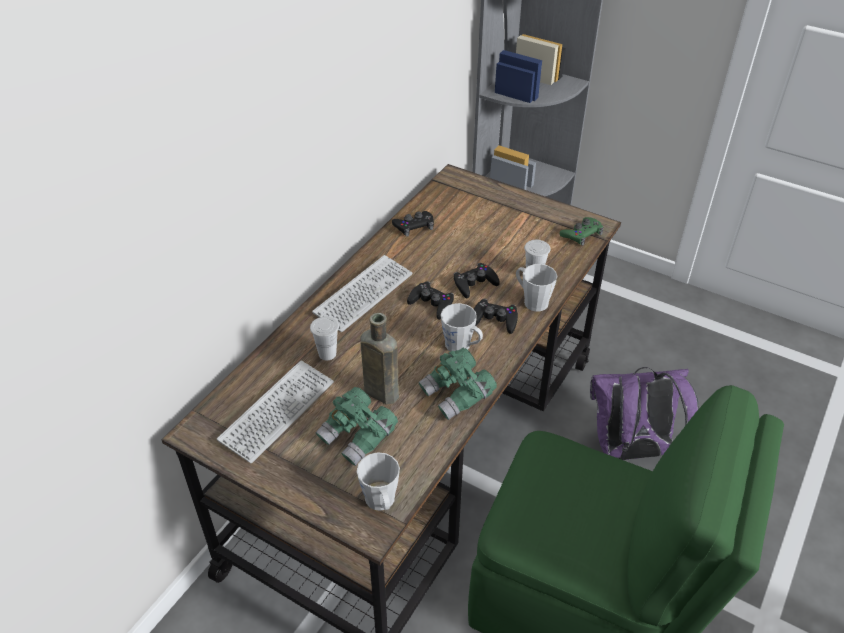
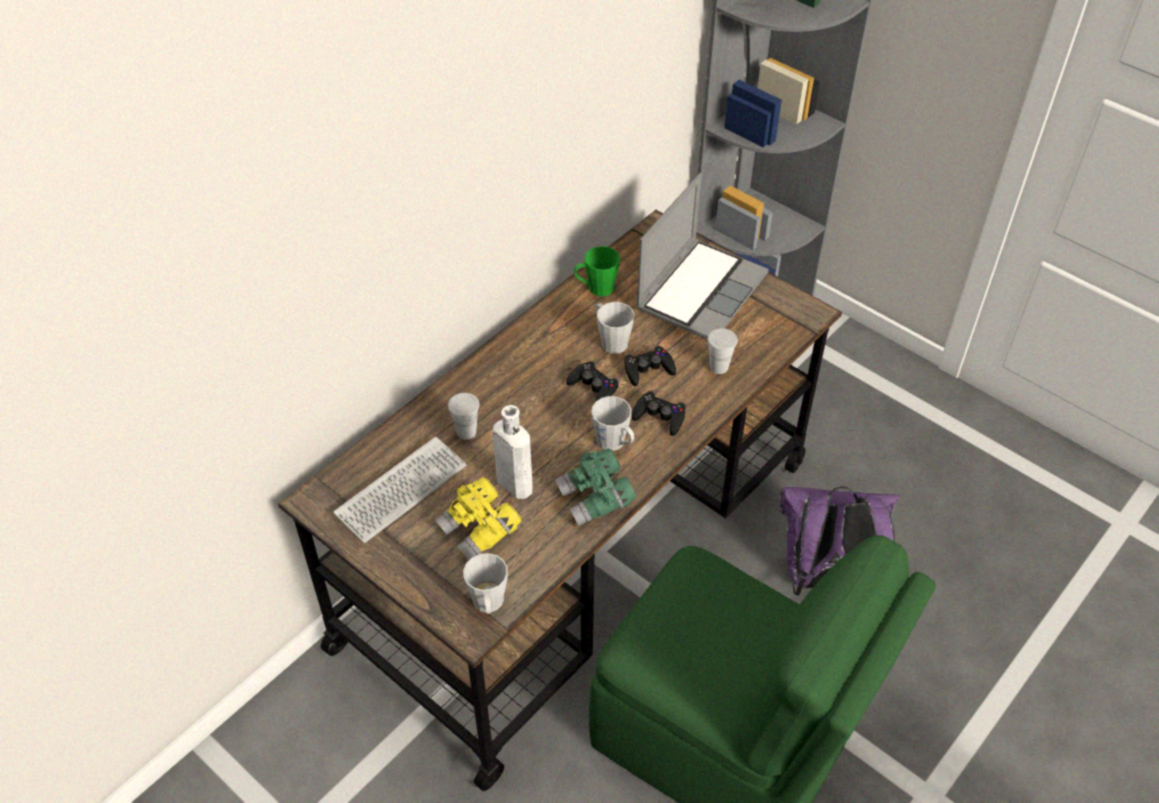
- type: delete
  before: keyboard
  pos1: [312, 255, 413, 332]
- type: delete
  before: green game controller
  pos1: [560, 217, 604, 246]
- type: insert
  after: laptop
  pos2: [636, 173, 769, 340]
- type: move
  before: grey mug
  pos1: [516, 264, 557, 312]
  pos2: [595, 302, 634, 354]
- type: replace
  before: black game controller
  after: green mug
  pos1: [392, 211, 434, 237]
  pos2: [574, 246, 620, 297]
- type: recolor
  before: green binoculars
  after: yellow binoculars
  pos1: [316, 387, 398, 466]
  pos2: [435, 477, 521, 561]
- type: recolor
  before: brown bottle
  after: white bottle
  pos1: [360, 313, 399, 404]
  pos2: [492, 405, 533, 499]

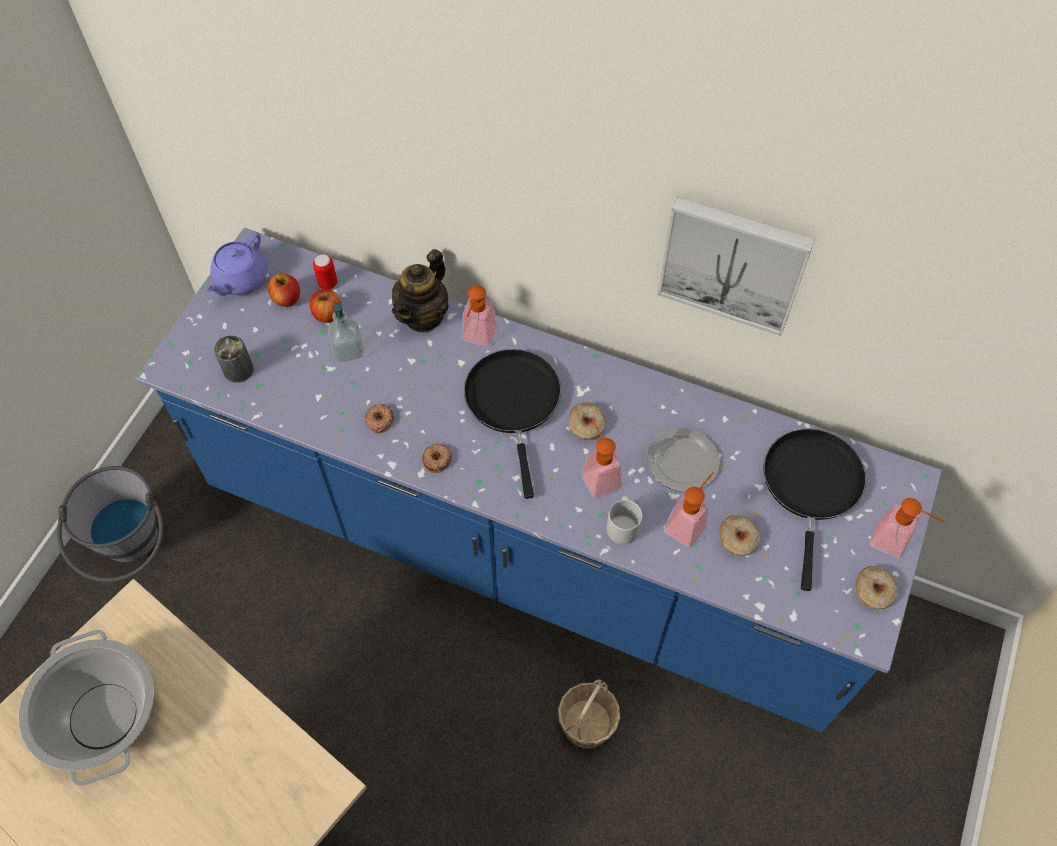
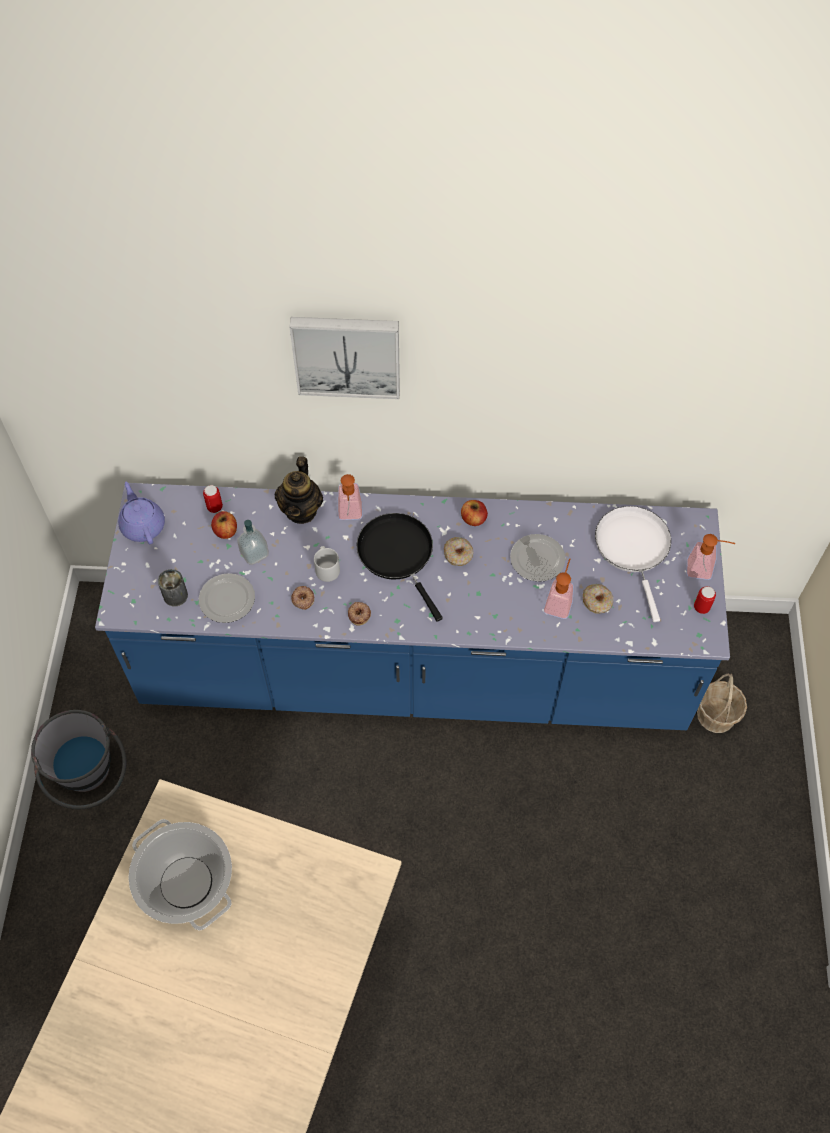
- type: delete
  before: soap dispenser
  pos1: [582, 420, 622, 498]
- type: insert
  after: plate
  pos2: [199, 573, 255, 623]
- type: move
  before: apple
  pos1: [268, 273, 300, 307]
  pos2: [461, 500, 488, 526]
- type: move
  before: basket
  pos1: [558, 679, 620, 748]
  pos2: [697, 673, 747, 733]
- type: move
  before: grey mug
  pos1: [607, 496, 642, 544]
  pos2: [314, 546, 340, 582]
- type: move
  before: picture
  pos1: [657, 196, 815, 336]
  pos2: [290, 317, 400, 399]
- type: replace
  before: donut
  after: can
  pos1: [855, 566, 898, 609]
  pos2: [694, 586, 716, 614]
- type: recolor
  before: black frying pan
  after: white frying pan
  pos1: [764, 429, 866, 591]
  pos2: [595, 506, 671, 622]
- type: rotate
  before: purple teapot
  pos1: [206, 232, 267, 296]
  pos2: [118, 482, 165, 544]
  turn: 150

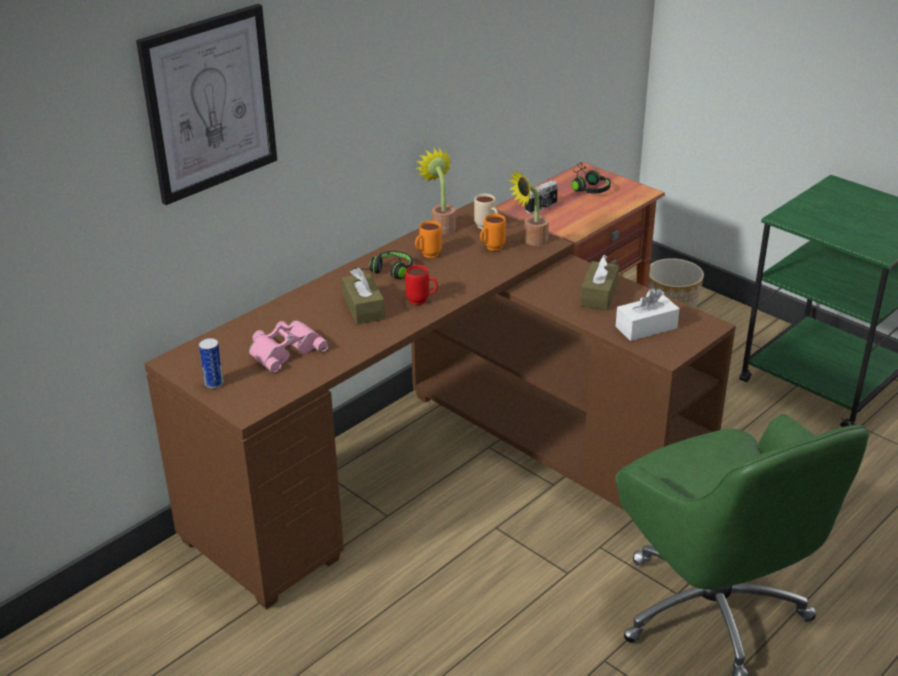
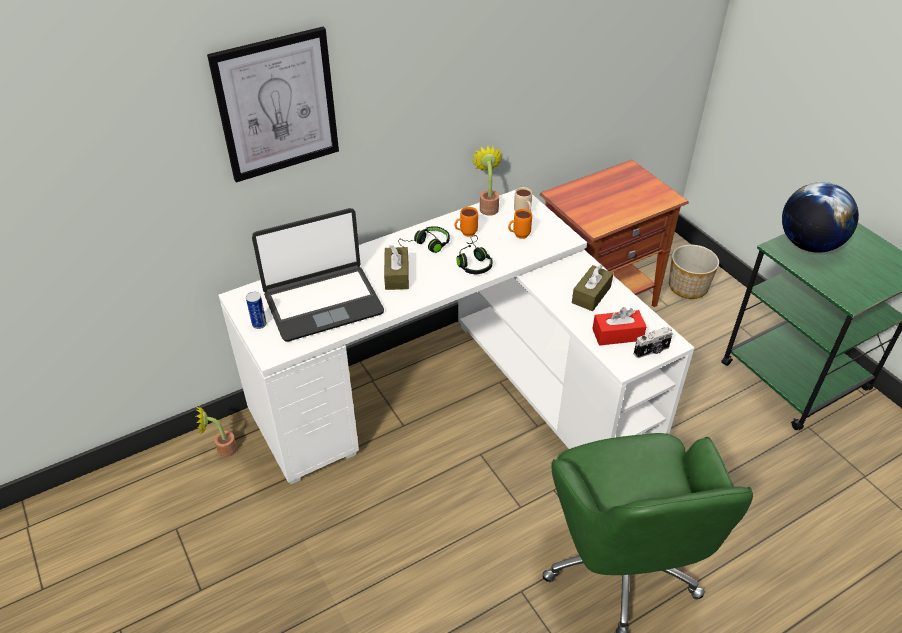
- type: delete
  before: red mug
  pos1: [405, 265, 438, 305]
- type: insert
  after: globe
  pos2: [782, 182, 859, 253]
- type: move
  before: potted plant
  pos1: [508, 170, 549, 246]
  pos2: [195, 405, 237, 457]
- type: move
  before: photo camera
  pos1: [525, 181, 558, 214]
  pos2: [634, 327, 673, 358]
- type: move
  before: black headphones
  pos1: [572, 162, 611, 193]
  pos2: [456, 235, 492, 274]
- type: replace
  before: pink binoculars
  after: laptop
  pos1: [249, 320, 329, 373]
  pos2: [252, 208, 384, 342]
- type: recolor
  before: brown desk
  after: white desk
  pos1: [144, 201, 736, 609]
  pos2: [218, 189, 694, 484]
- type: recolor
  before: white tissue box
  after: red tissue box
  pos1: [616, 288, 680, 341]
  pos2: [592, 307, 647, 346]

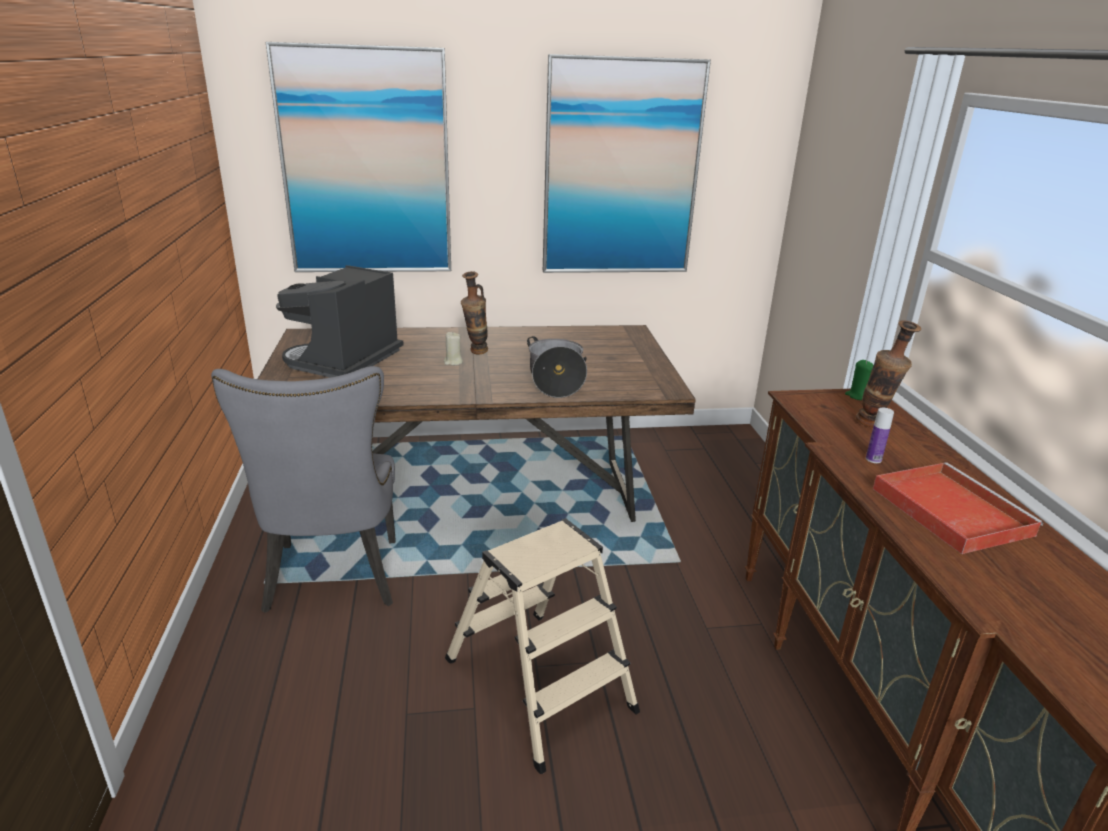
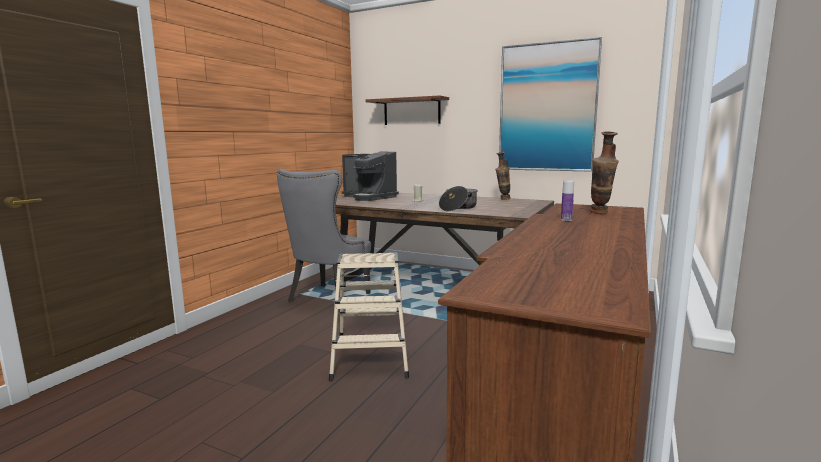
- type: delete
  before: green candle
  pos1: [845, 360, 874, 400]
- type: delete
  before: red tray
  pos1: [873, 462, 1043, 554]
- type: move
  before: vase
  pos1: [461, 271, 488, 354]
  pos2: [495, 152, 511, 200]
- type: replace
  before: picture
  after: brown shelf
  pos1: [266, 42, 451, 272]
  pos2: [365, 95, 449, 125]
- type: rotate
  before: coffee machine
  pos1: [276, 265, 404, 377]
  pos2: [342, 152, 399, 201]
  turn: -105

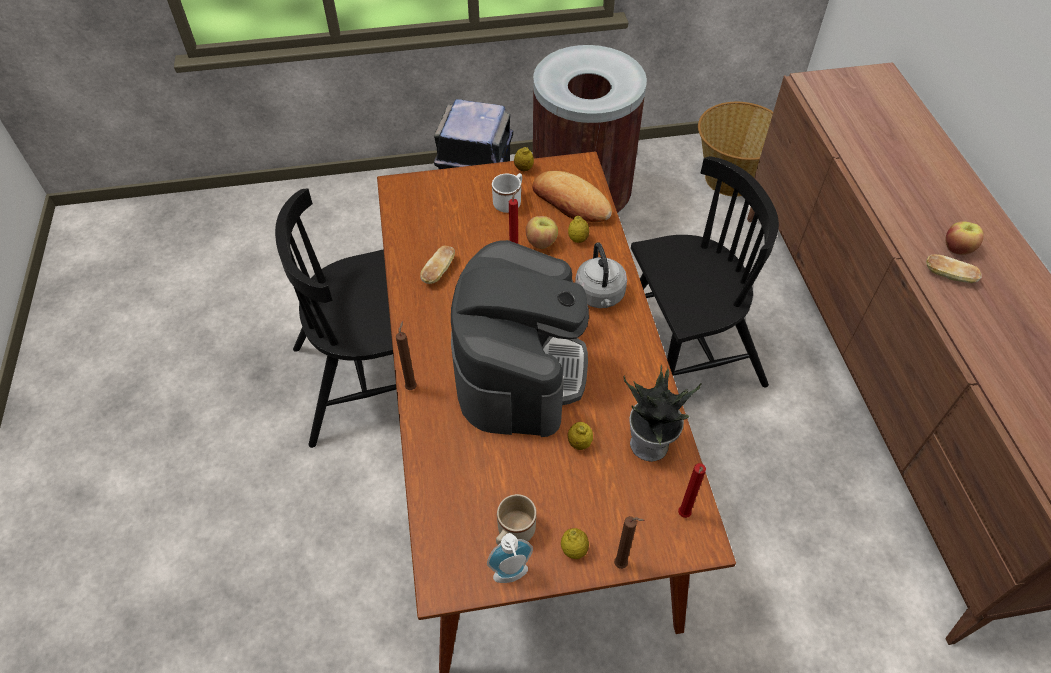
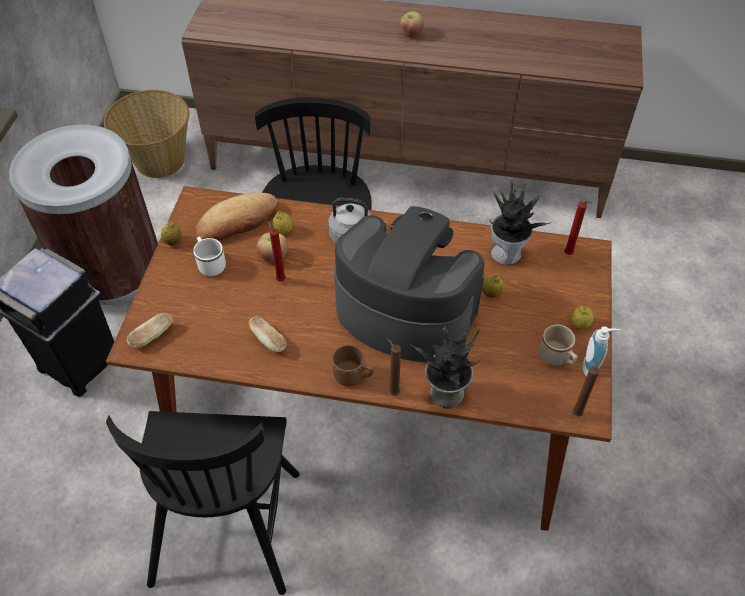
- type: insert
  after: brown mug
  pos2: [332, 345, 373, 386]
- type: insert
  after: potted plant
  pos2: [409, 324, 480, 409]
- type: move
  before: brown candle
  pos1: [614, 516, 645, 569]
  pos2: [572, 358, 602, 417]
- type: move
  before: bread
  pos1: [926, 255, 982, 283]
  pos2: [127, 313, 173, 348]

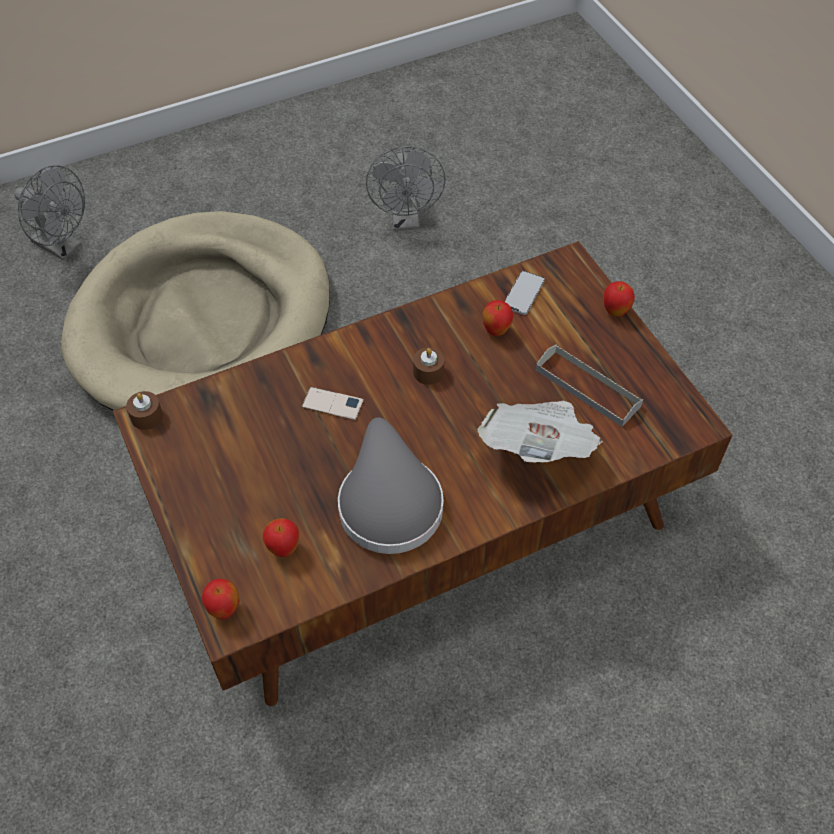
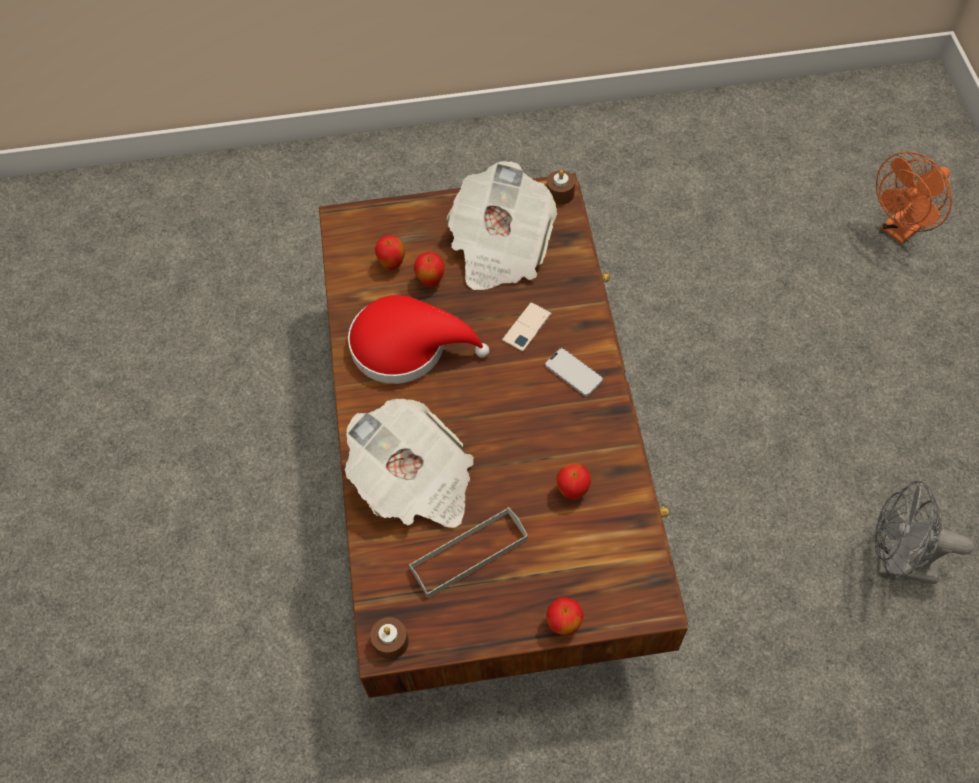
- type: delete
  before: beige dog bed
  pos1: [61, 211, 330, 411]
- type: insert
  after: newspaper
  pos2: [447, 161, 557, 290]
- type: move
  before: apple
  pos1: [201, 579, 239, 620]
  pos2: [414, 252, 445, 287]
- type: move
  before: brown candle
  pos1: [413, 347, 445, 385]
  pos2: [370, 617, 409, 659]
- type: move
  before: phone
  pos1: [504, 271, 545, 315]
  pos2: [545, 348, 603, 397]
- type: recolor
  before: grey fan
  after: orange fan
  pos1: [14, 165, 85, 260]
  pos2: [876, 152, 952, 244]
- type: recolor
  before: grey hat
  after: red hat
  pos1: [338, 417, 444, 554]
  pos2: [348, 295, 489, 384]

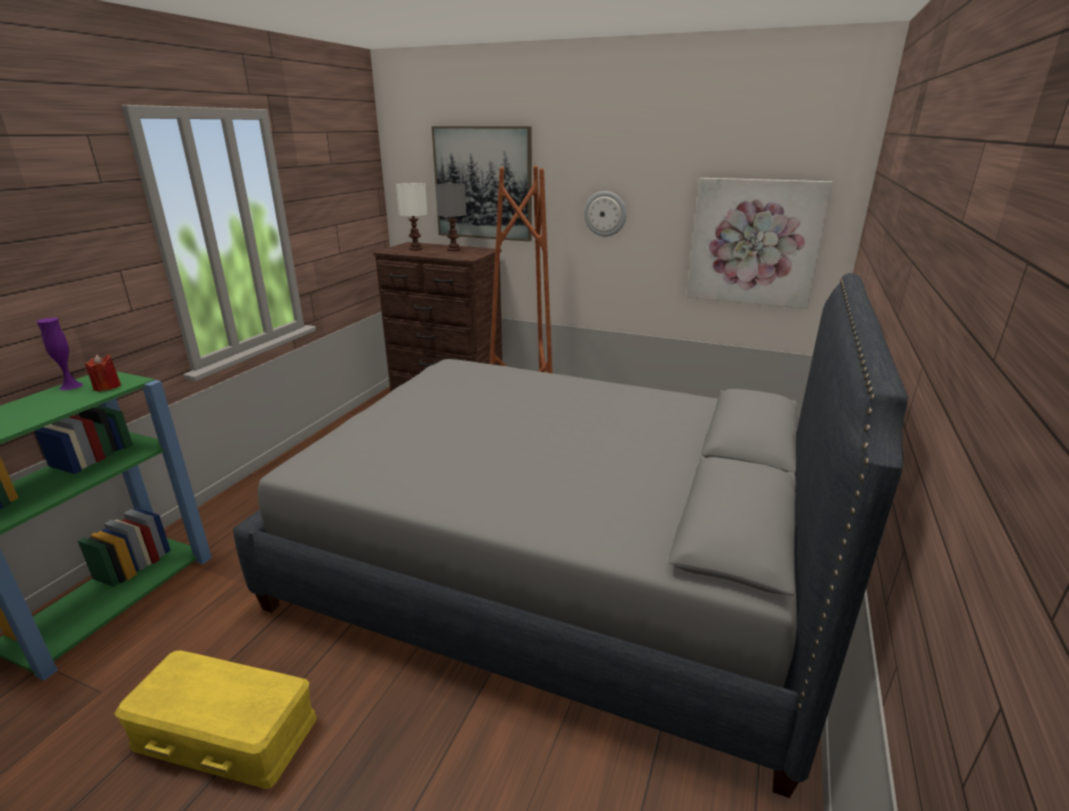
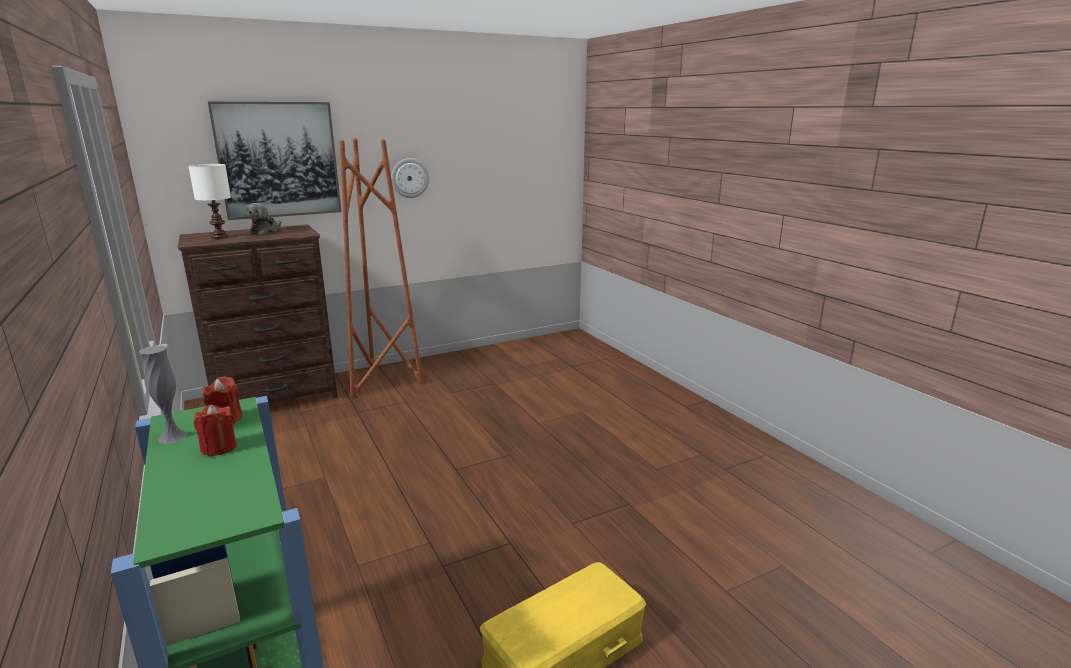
- type: delete
  before: grey bed
  pos1: [233, 273, 908, 798]
- type: delete
  before: picture
  pos1: [687, 178, 833, 309]
- type: insert
  after: red candle
  pos2: [194, 404, 237, 456]
- type: replace
  before: grey table lamp
  after: plush toy
  pos1: [436, 183, 466, 251]
  pos2: [245, 203, 282, 235]
- type: recolor
  before: purple vase
  after: grey vase
  pos1: [37, 318, 83, 390]
  pos2: [138, 345, 188, 444]

